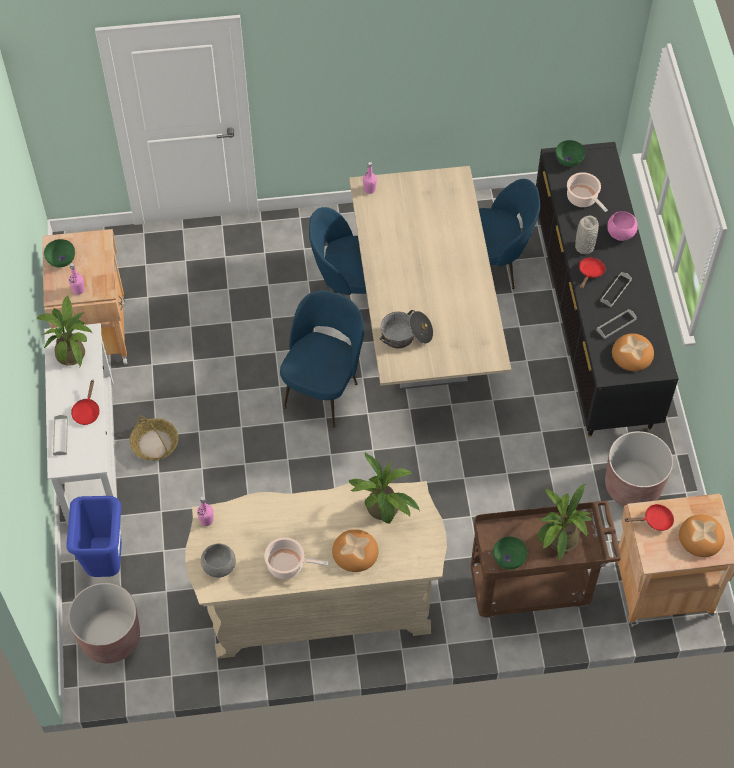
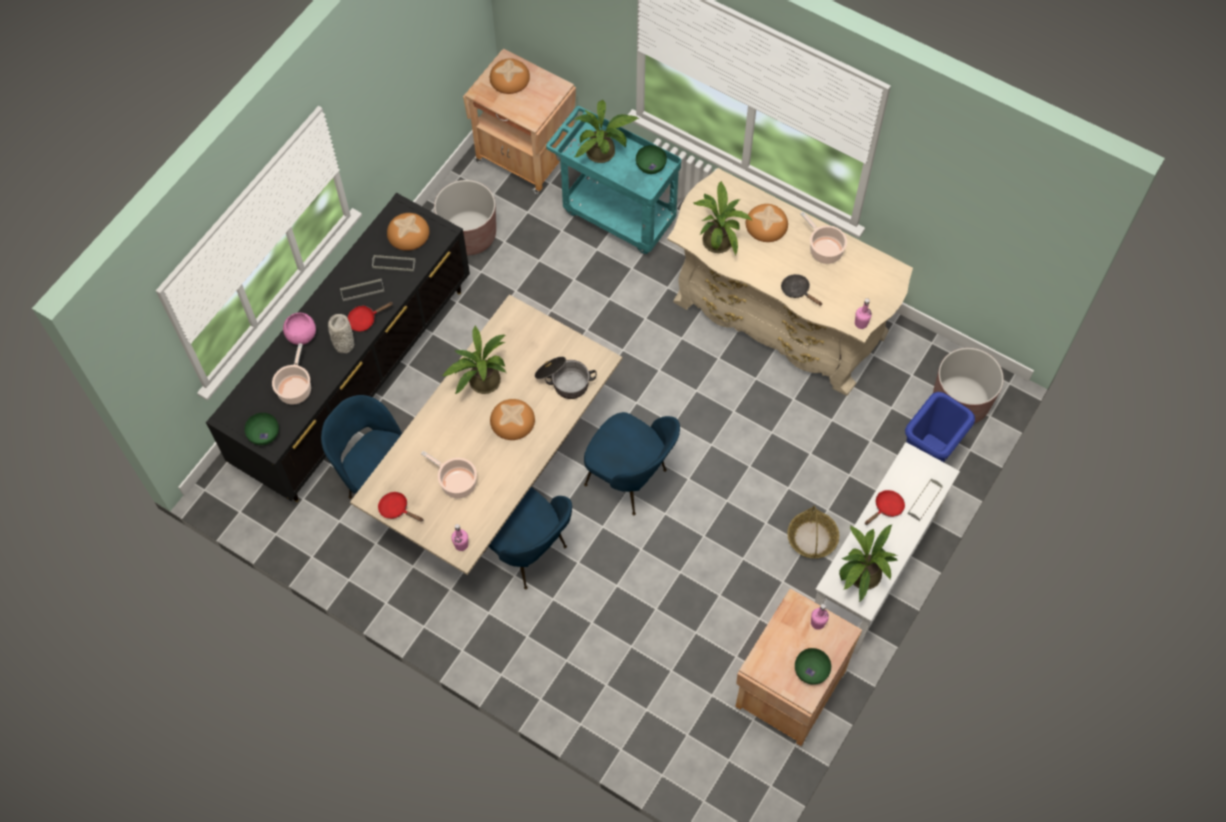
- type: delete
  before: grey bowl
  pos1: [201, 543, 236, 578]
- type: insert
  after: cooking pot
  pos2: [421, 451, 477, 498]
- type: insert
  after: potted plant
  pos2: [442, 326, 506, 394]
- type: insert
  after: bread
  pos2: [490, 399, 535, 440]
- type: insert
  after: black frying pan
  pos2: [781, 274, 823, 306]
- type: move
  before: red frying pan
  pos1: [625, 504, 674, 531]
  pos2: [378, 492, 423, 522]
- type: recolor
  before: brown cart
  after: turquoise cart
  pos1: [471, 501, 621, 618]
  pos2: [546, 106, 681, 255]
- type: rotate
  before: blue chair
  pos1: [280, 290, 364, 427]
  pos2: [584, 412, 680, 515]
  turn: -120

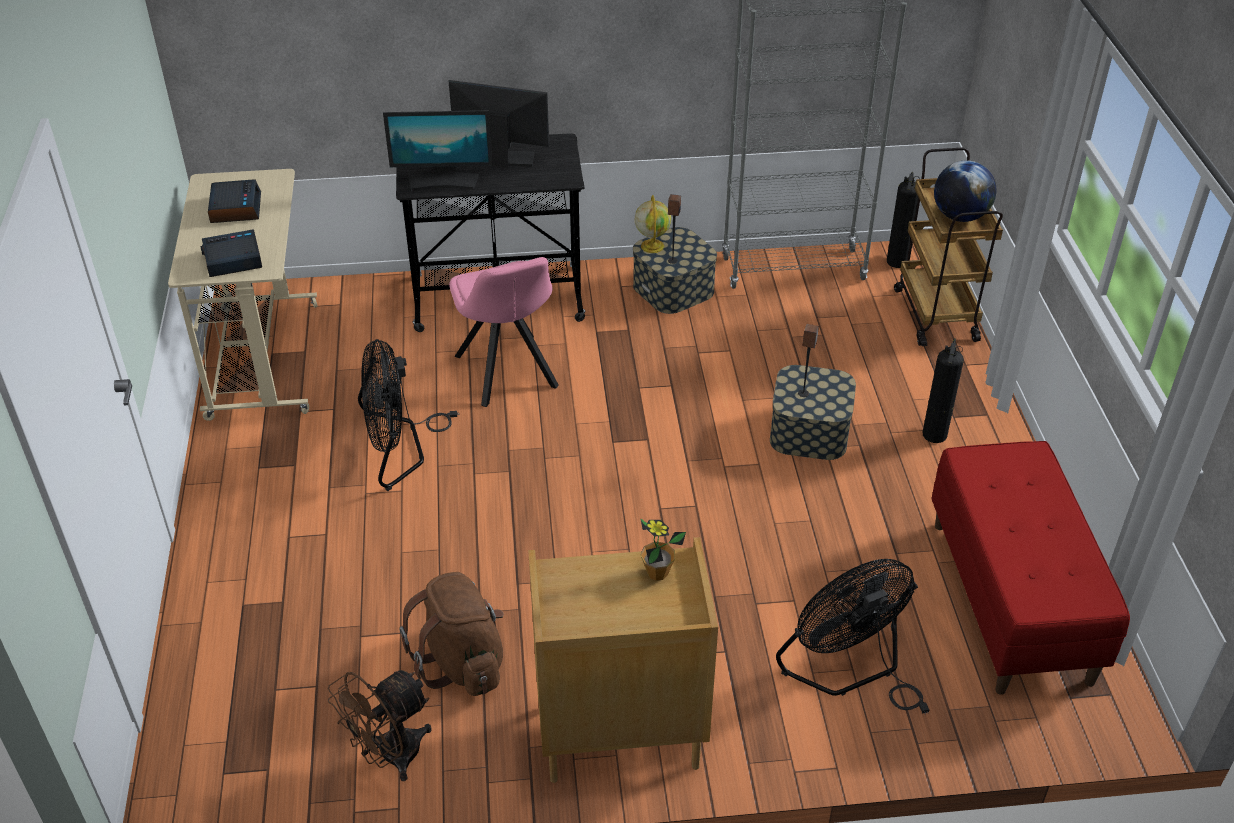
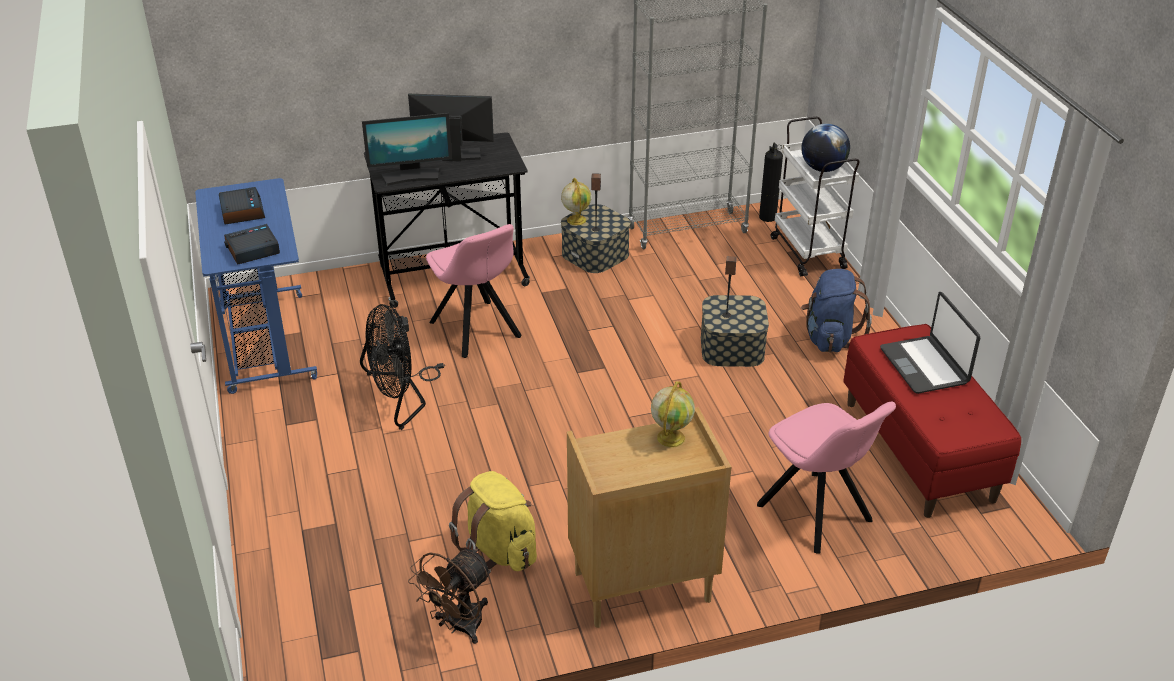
- type: insert
  after: laptop
  pos2: [880, 292, 980, 394]
- type: replace
  before: potted plant
  after: globe
  pos1: [640, 518, 686, 581]
  pos2: [651, 381, 695, 448]
- type: replace
  before: black fan
  after: pink chair
  pos1: [776, 559, 929, 714]
  pos2: [757, 402, 896, 554]
- type: replace
  before: fire extinguisher
  after: blue backpack
  pos1: [923, 338, 964, 443]
  pos2: [801, 269, 872, 353]
- type: recolor
  before: beige desk
  after: blue desk
  pos1: [168, 169, 317, 421]
  pos2: [195, 178, 317, 394]
- type: recolor
  before: brown backpack
  after: yellow backpack
  pos1: [400, 572, 504, 696]
  pos2: [449, 471, 537, 571]
- type: recolor
  before: brown cart
  after: white cart
  pos1: [894, 148, 1003, 346]
  pos2: [771, 117, 859, 276]

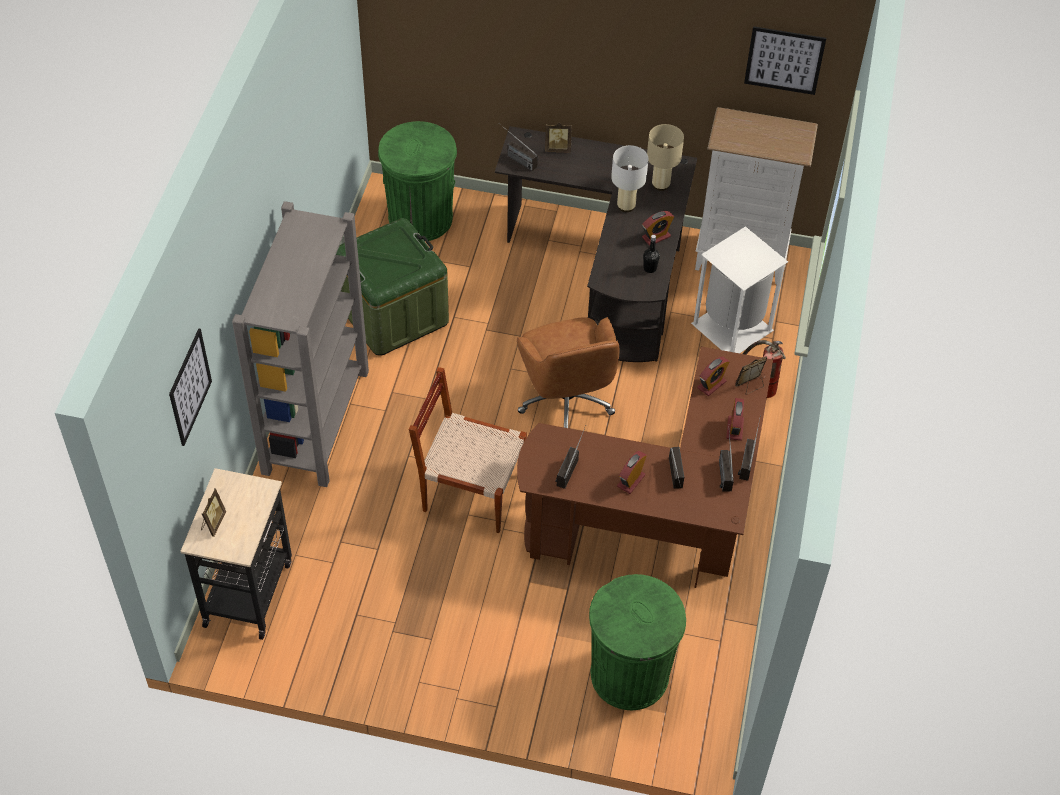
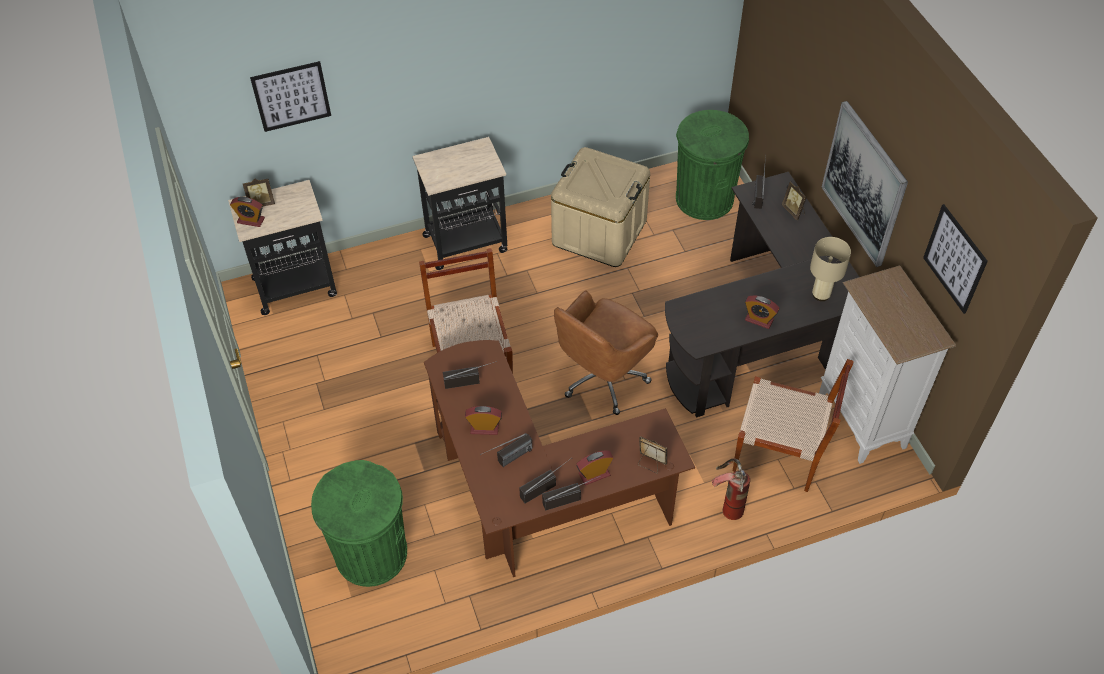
- type: delete
  before: white table lamp
  pos1: [611, 145, 648, 212]
- type: delete
  before: black bottle
  pos1: [643, 235, 660, 273]
- type: insert
  after: picture
  pos2: [821, 101, 908, 267]
- type: move
  before: alarm clock
  pos1: [697, 357, 729, 396]
  pos2: [230, 197, 265, 227]
- type: replace
  before: grey bookcase
  after: cart
  pos1: [232, 201, 369, 487]
  pos2: [412, 137, 507, 270]
- type: replace
  before: white trash can
  after: chair
  pos1: [691, 226, 788, 353]
  pos2: [733, 359, 854, 492]
- type: recolor
  before: green storage box
  after: beige storage box
  pos1: [336, 218, 449, 356]
  pos2: [551, 147, 650, 267]

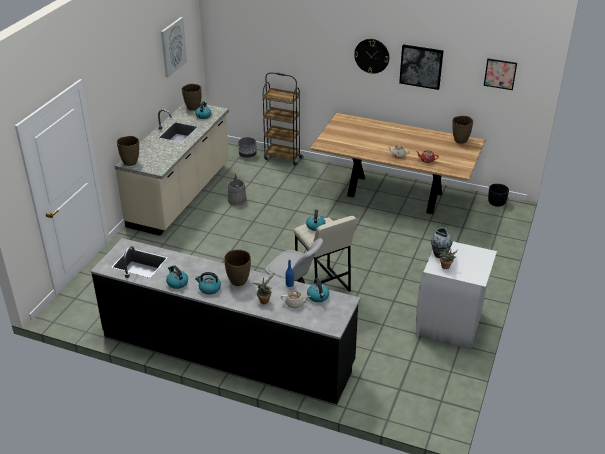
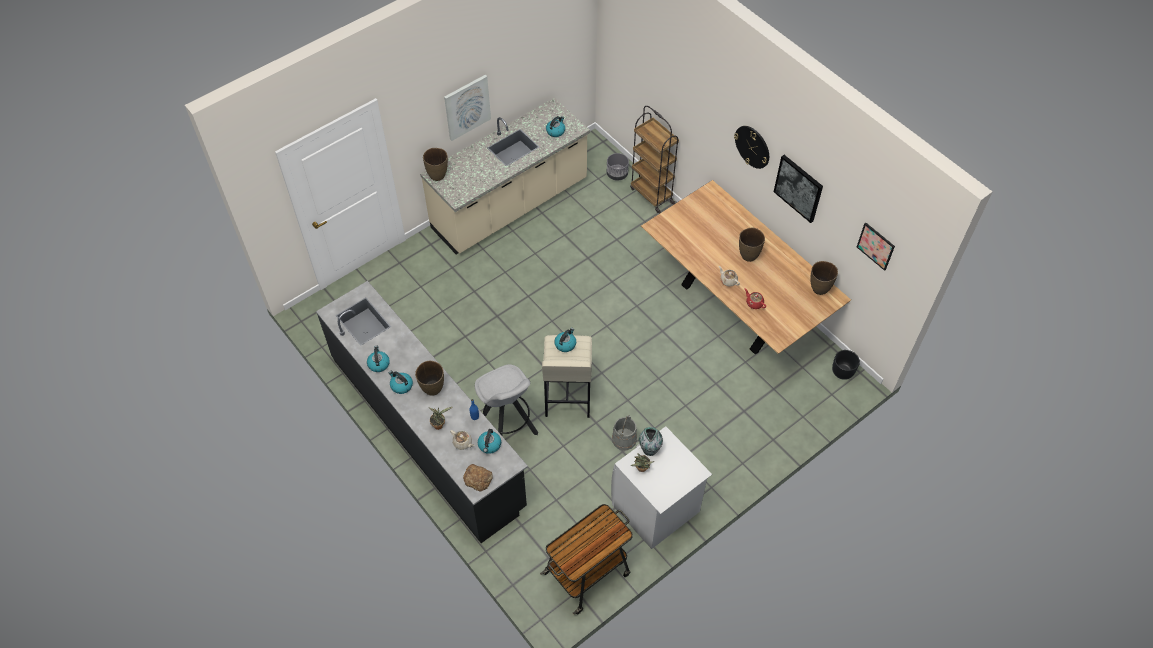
- type: insert
  after: bread
  pos2: [463, 464, 493, 491]
- type: insert
  after: cart
  pos2: [540, 504, 633, 615]
- type: move
  before: picture
  pos1: [161, 17, 187, 77]
  pos2: [444, 75, 491, 141]
- type: move
  before: brown vase
  pos1: [182, 84, 201, 111]
  pos2: [739, 228, 765, 262]
- type: move
  before: grey bucket
  pos1: [228, 174, 247, 206]
  pos2: [612, 415, 637, 450]

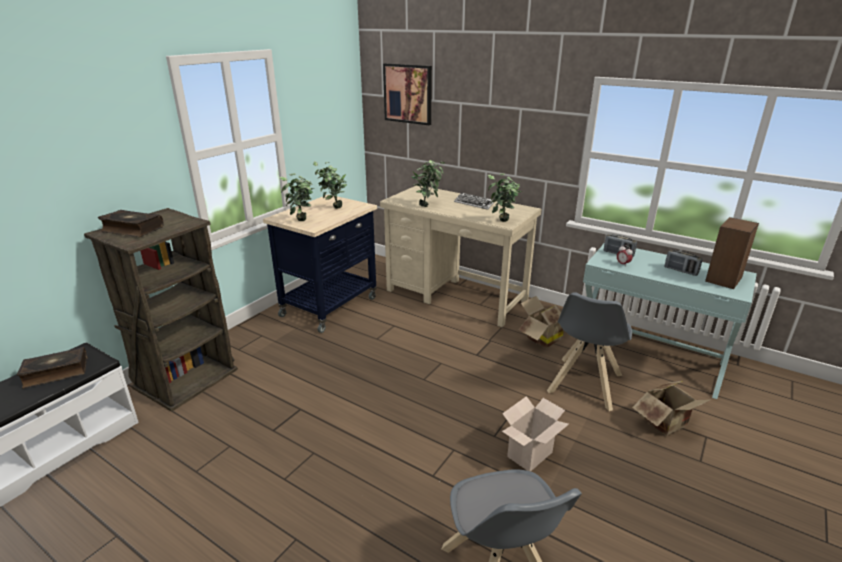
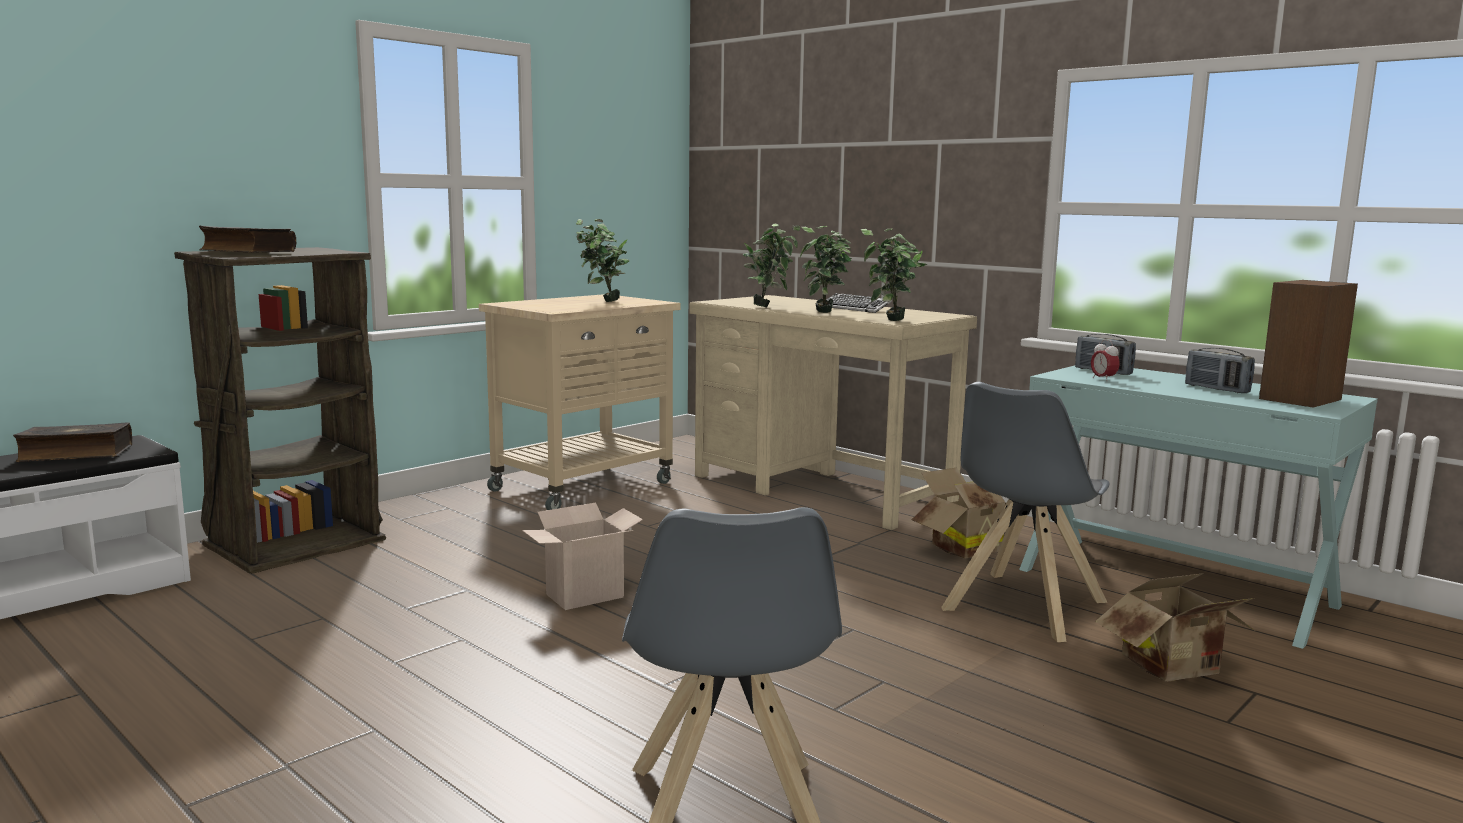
- type: delete
  before: picture
  pos1: [383, 63, 432, 125]
- type: move
  before: potted plant
  pos1: [279, 173, 314, 221]
  pos2: [800, 226, 852, 313]
- type: move
  before: cardboard box
  pos1: [502, 396, 569, 472]
  pos2: [523, 503, 643, 610]
- type: recolor
  before: blue cart
  after: beige cart
  pos1: [263, 194, 377, 333]
  pos2: [479, 294, 681, 510]

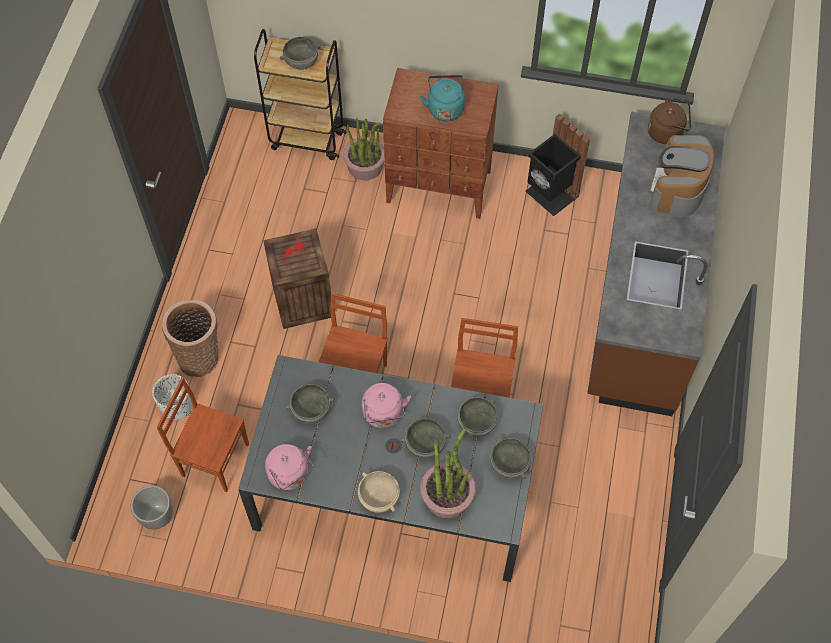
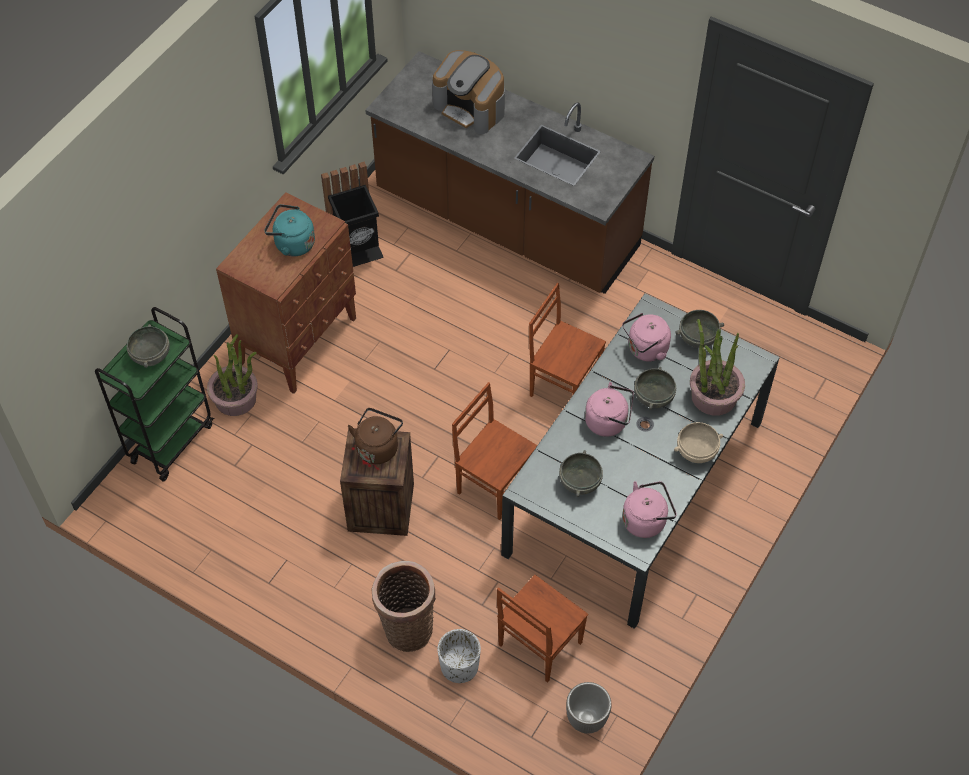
- type: move
  before: brown kettle
  pos1: [648, 98, 691, 144]
  pos2: [348, 408, 403, 464]
- type: replace
  before: grey bowl
  after: pink kettle
  pos1: [457, 397, 498, 437]
  pos2: [622, 313, 671, 362]
- type: recolor
  before: brown cart
  after: green cart
  pos1: [254, 29, 346, 160]
  pos2: [95, 307, 214, 482]

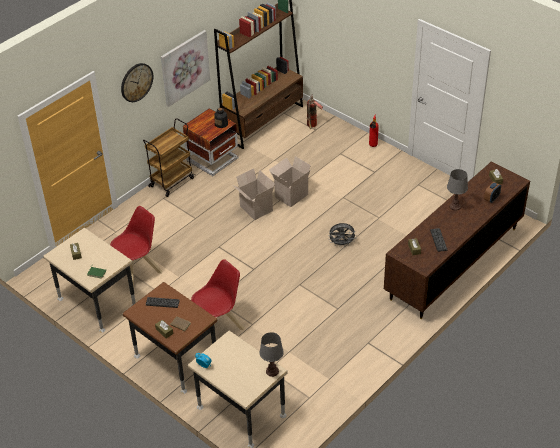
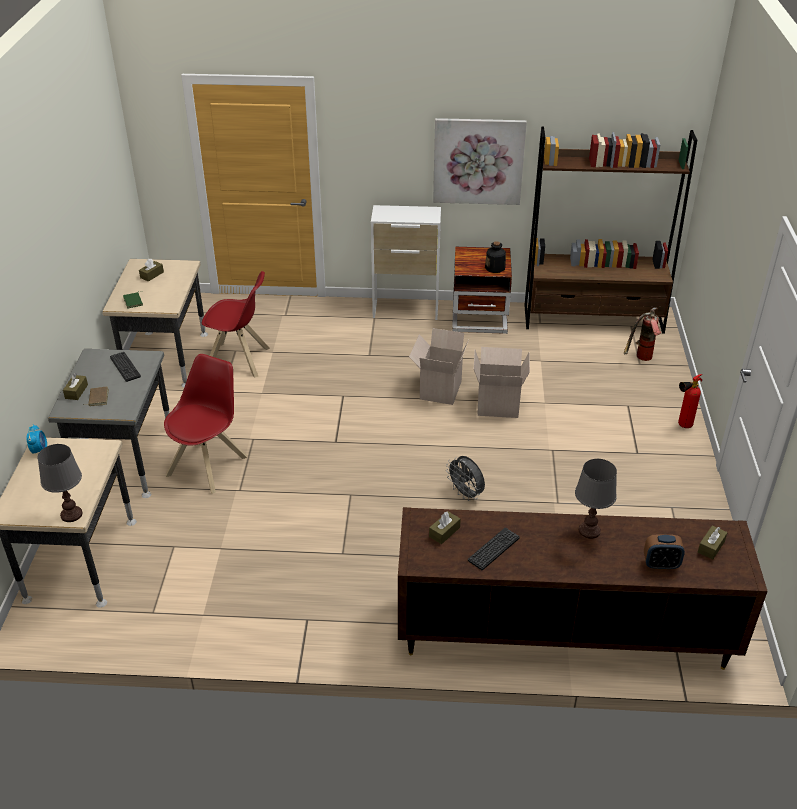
- type: delete
  before: wall clock
  pos1: [121, 63, 153, 102]
- type: replace
  before: brown cart
  after: white cabinet
  pos1: [143, 118, 195, 197]
  pos2: [371, 205, 441, 320]
- type: recolor
  before: brown desk
  after: grey desk
  pos1: [123, 282, 217, 394]
  pos2: [48, 349, 169, 498]
- type: rotate
  before: red chair
  pos1: [191, 259, 244, 345]
  pos2: [164, 354, 247, 494]
  turn: -75

